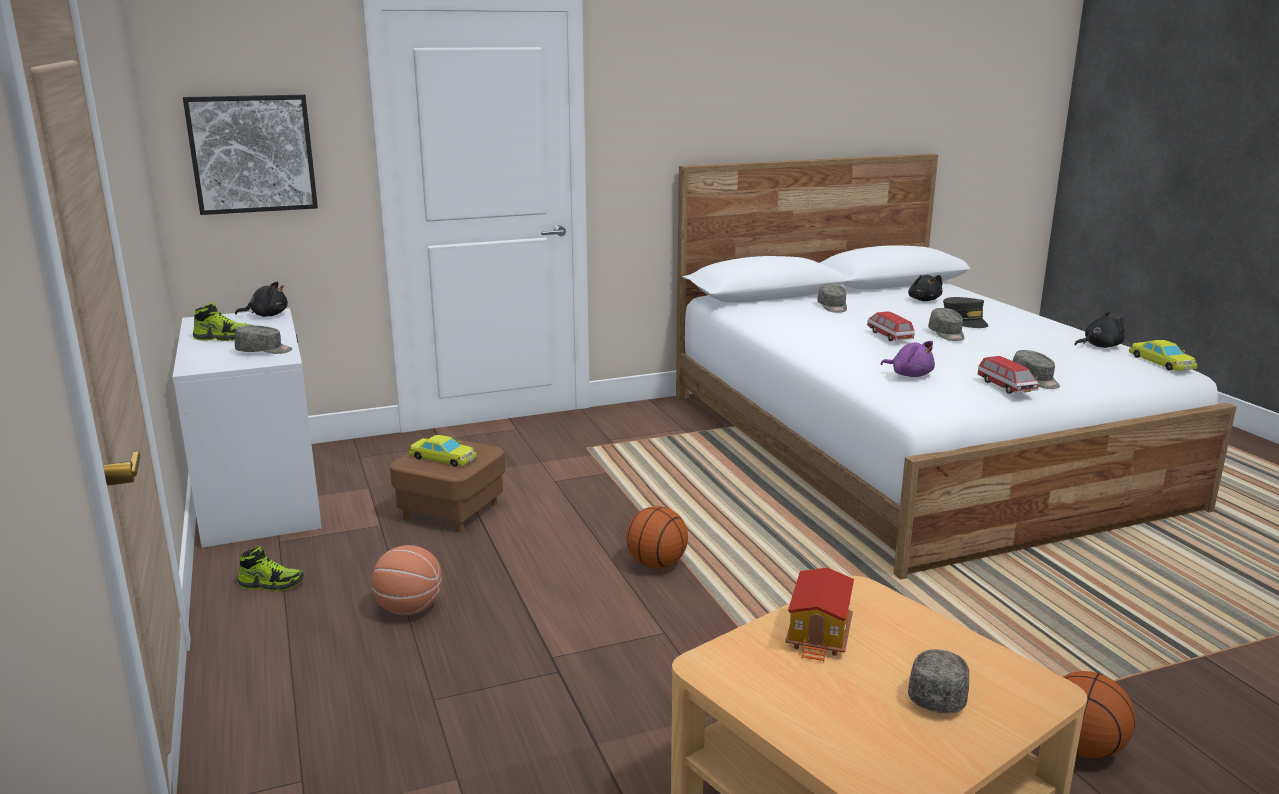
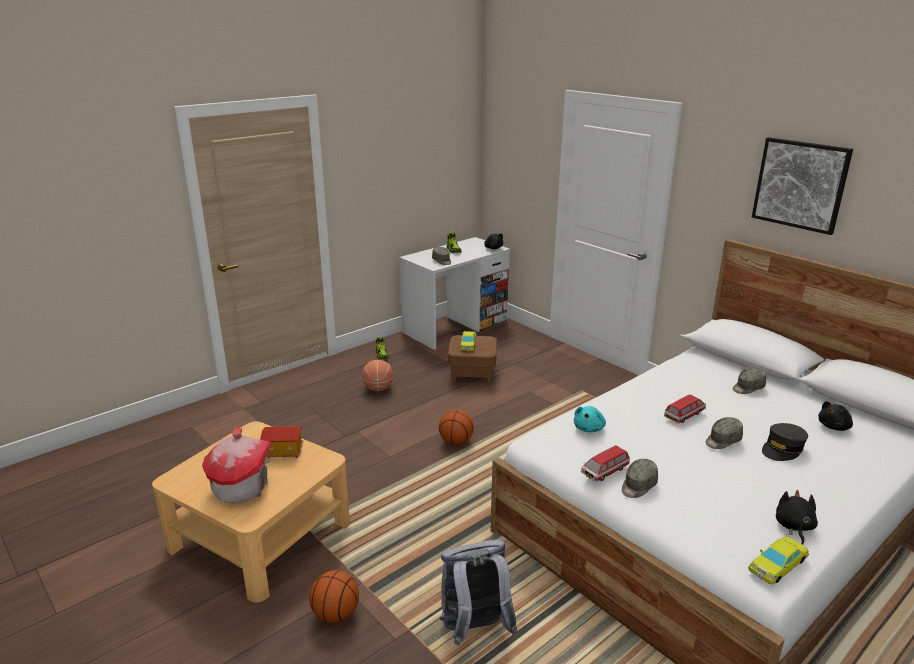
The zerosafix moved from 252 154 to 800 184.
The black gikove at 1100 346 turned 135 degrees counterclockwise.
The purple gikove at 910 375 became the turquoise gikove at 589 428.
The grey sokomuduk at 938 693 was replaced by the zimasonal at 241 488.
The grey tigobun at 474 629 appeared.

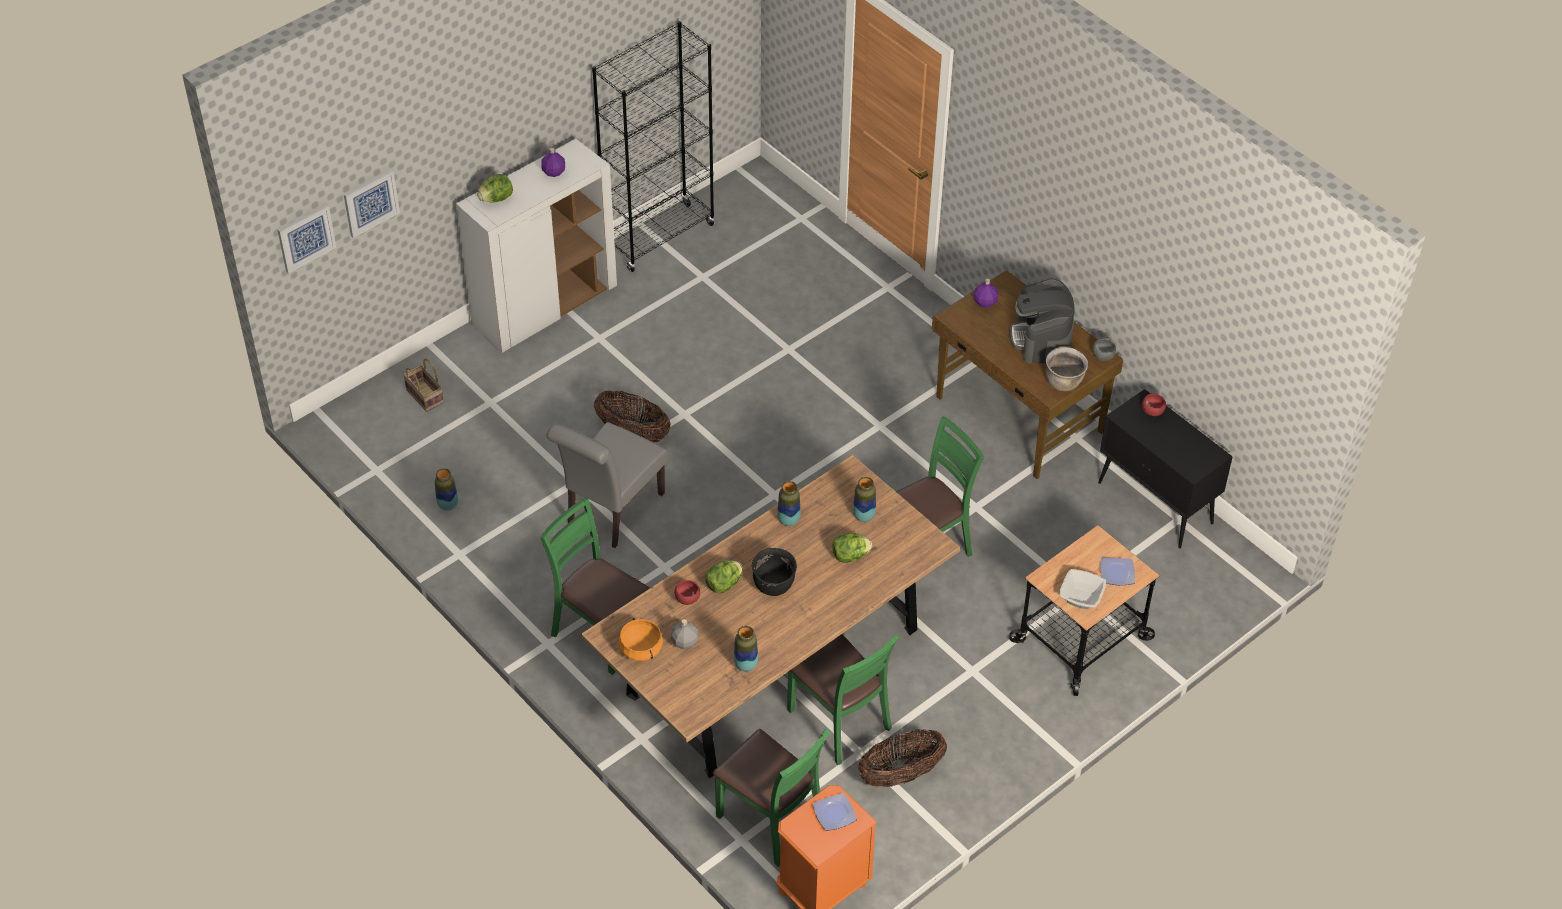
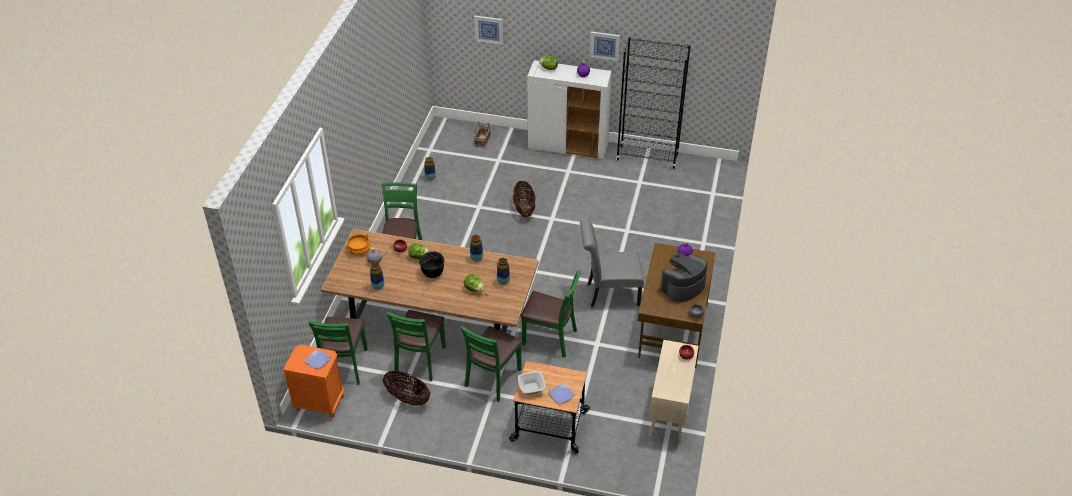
The zerosafix moved from 306 237 to 605 45.
The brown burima at 1063 382 disappeared.
The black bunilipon at 1156 504 became the beige bunilipon at 670 412.
The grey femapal moved from 611 513 to 609 294.
The green femapal at 493 378 appeared.

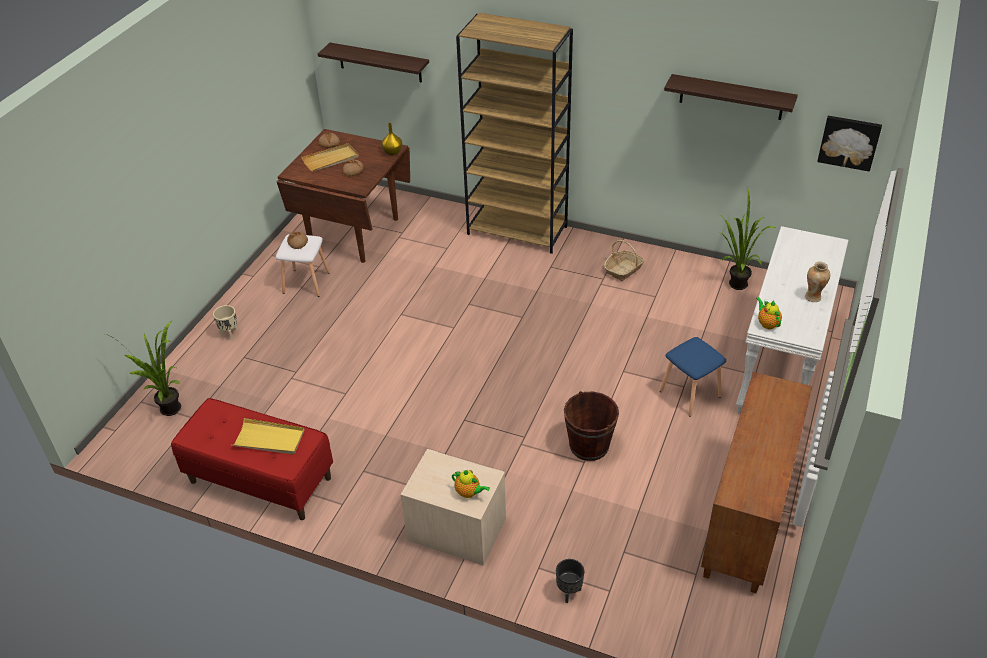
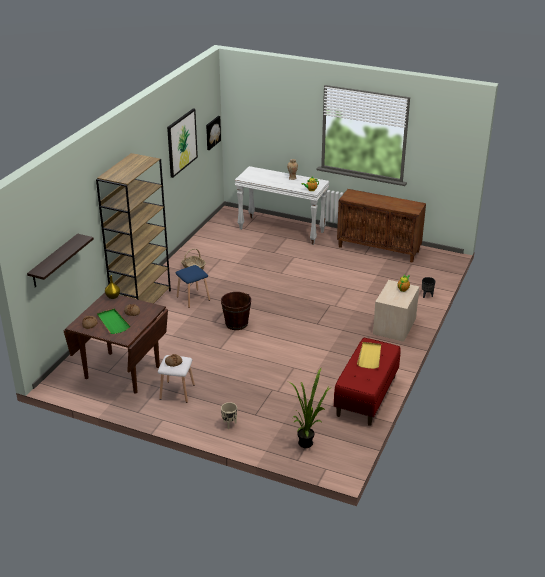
The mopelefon at 731 97 was replaced by the zerosafix at 181 142.
The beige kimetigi at 331 159 became the green kimetigi at 113 322.
The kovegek at 734 286 disappeared.
The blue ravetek moved from 689 393 to 193 298.
The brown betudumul moved from 589 446 to 236 324.

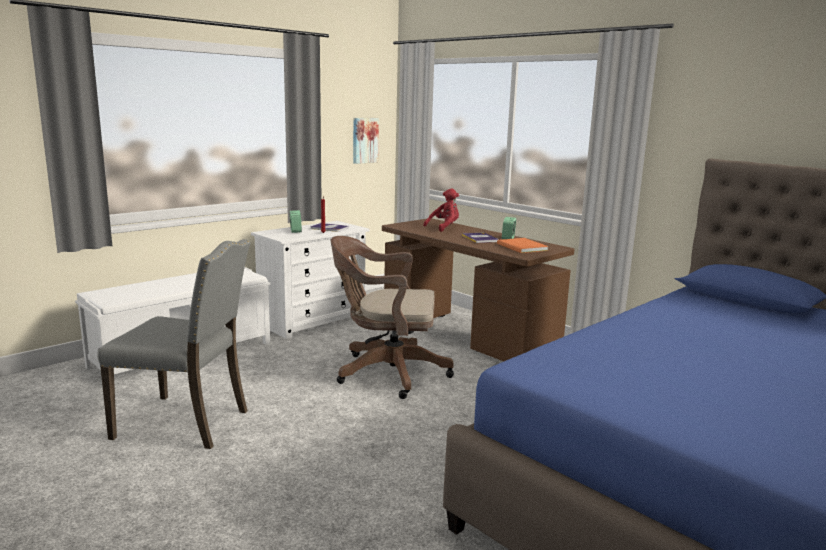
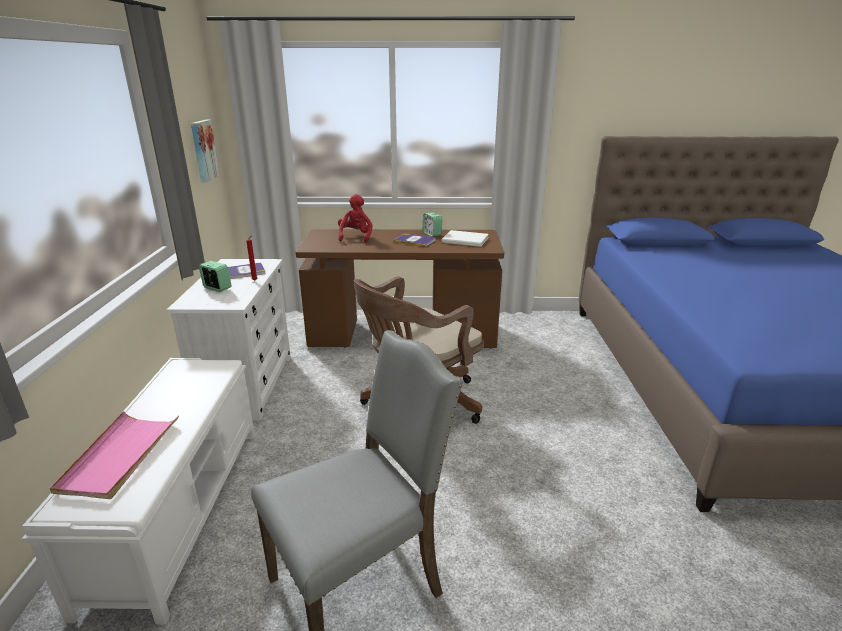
The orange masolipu at 521 247 became the white masolipu at 466 240.
The pink kimetigi at 120 456 appeared.

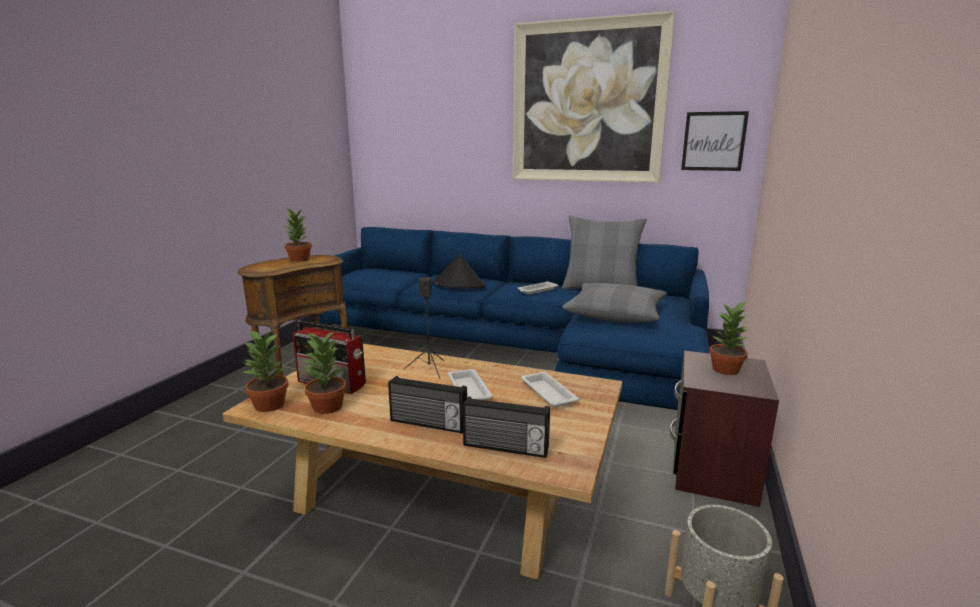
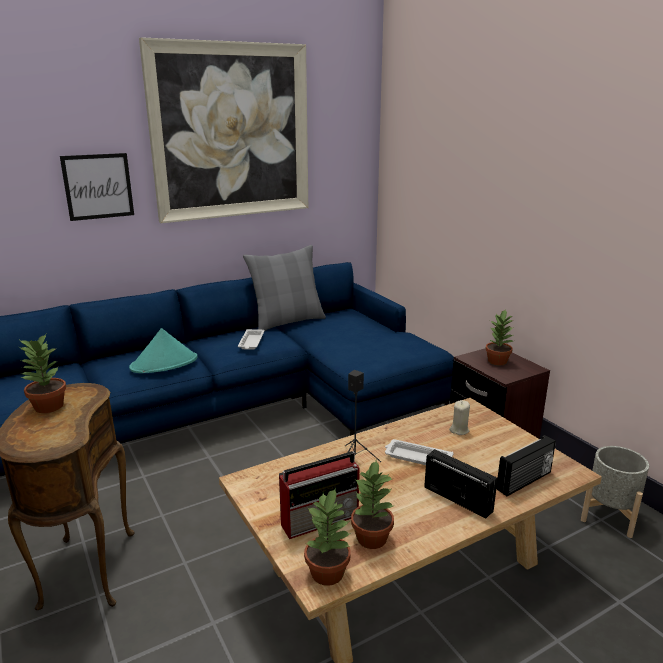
The zerosafix moved from 713 141 to 98 186.
The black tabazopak at 459 284 became the turquoise tabazopak at 164 363.
The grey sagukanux at 615 313 disappeared.
The white kimetigi at 547 393 was replaced by the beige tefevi at 459 430.
The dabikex at 428 424 turned 105 degrees counterclockwise.

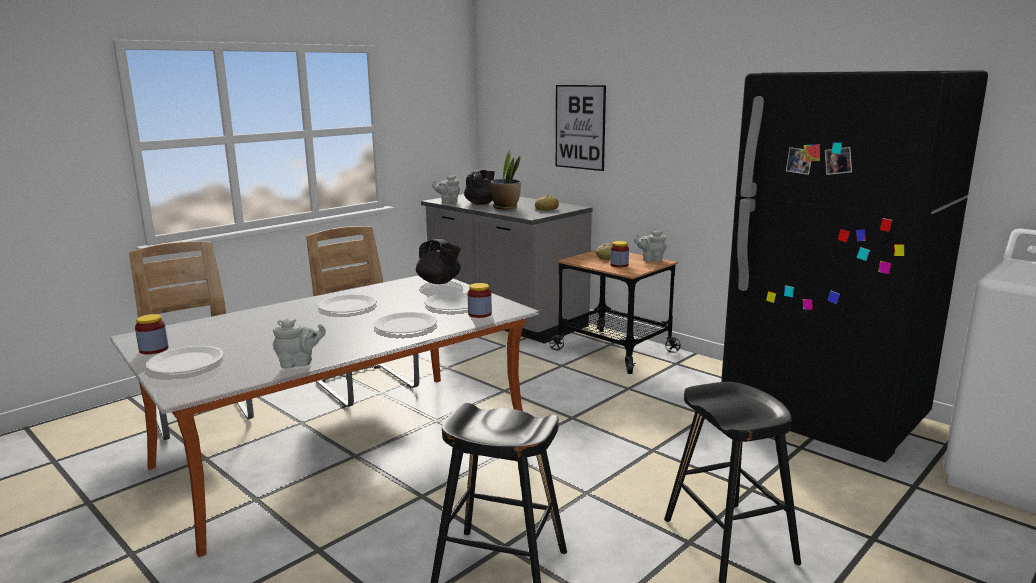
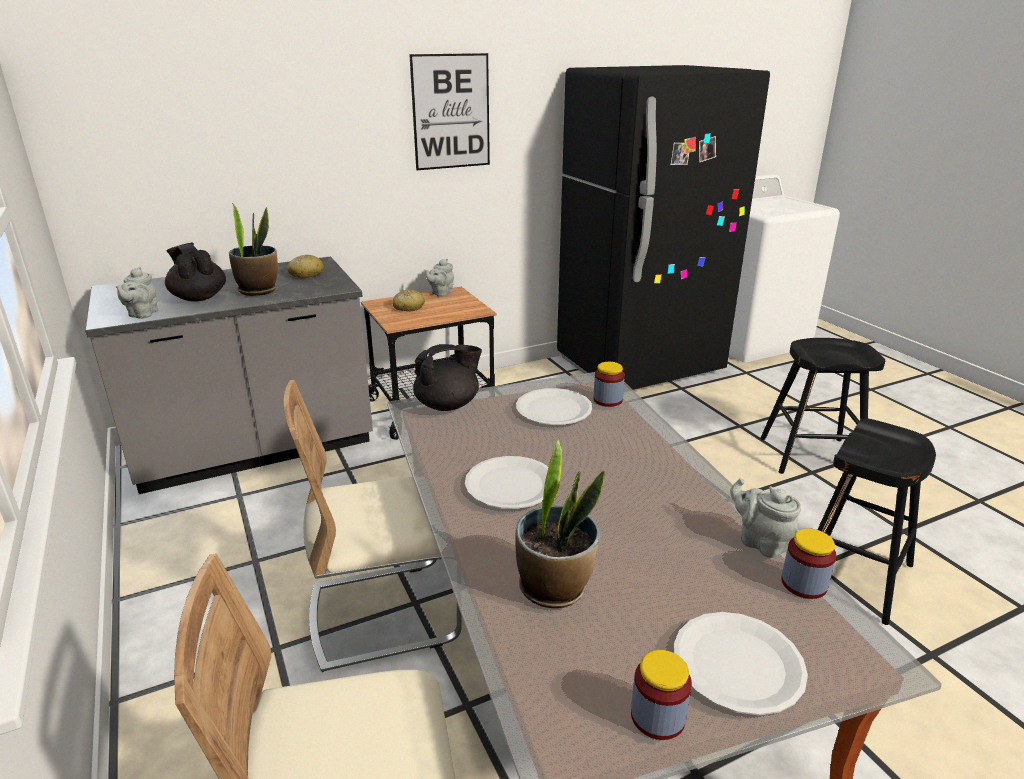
The zerosafix moved from 580 127 to 451 112.
The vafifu moved from 619 265 to 804 584.
The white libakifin at 405 325 disappeared.
The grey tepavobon at 299 363 turned 45 degrees counterclockwise.
The kovegek at 554 587 appeared.

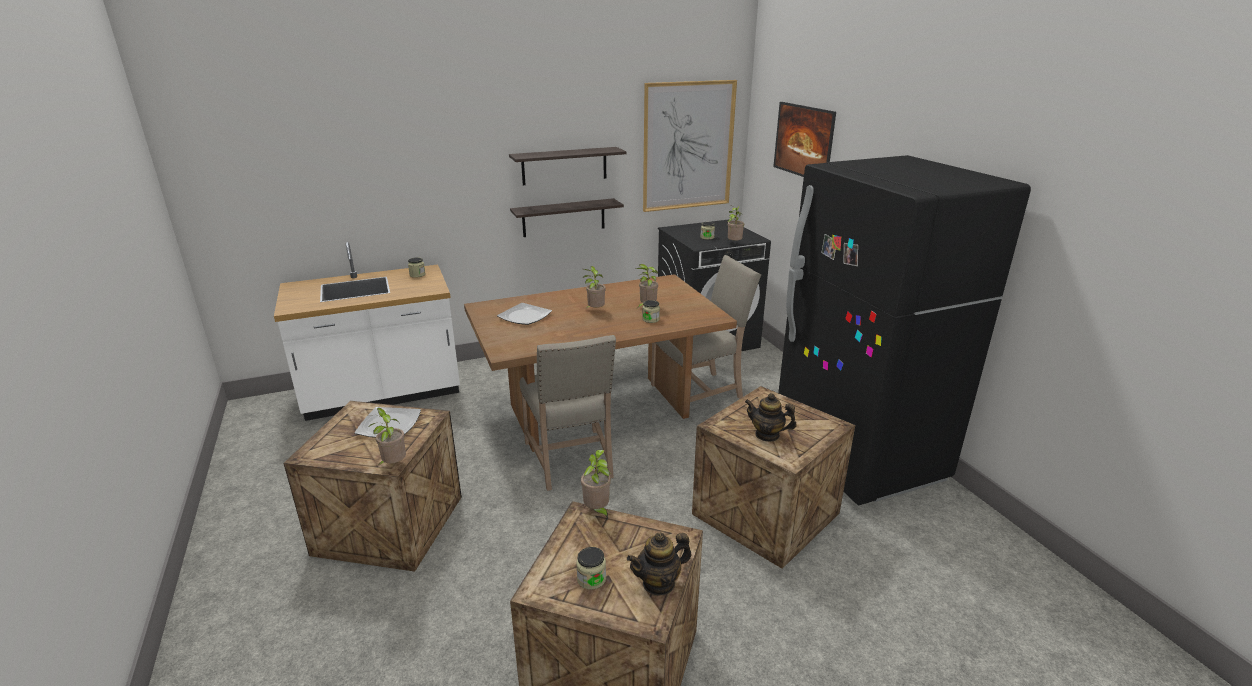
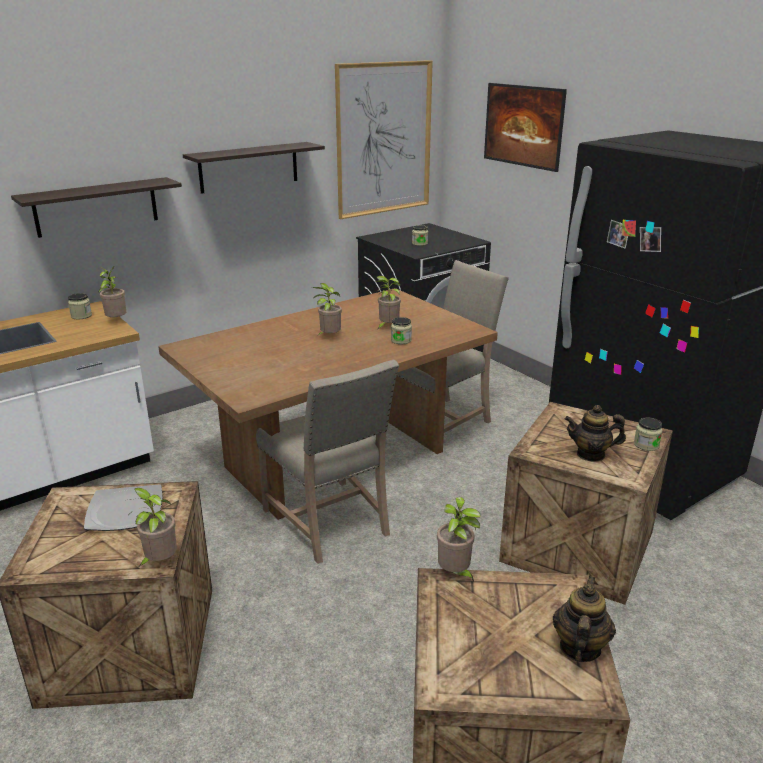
The mopelefon moved from 564 217 to 96 207.
The kovegek moved from 733 243 to 116 321.
The libakifin at 525 316 disappeared.
The tepavobon at 659 583 turned 150 degrees clockwise.
The vafifu moved from 591 579 to 646 445.

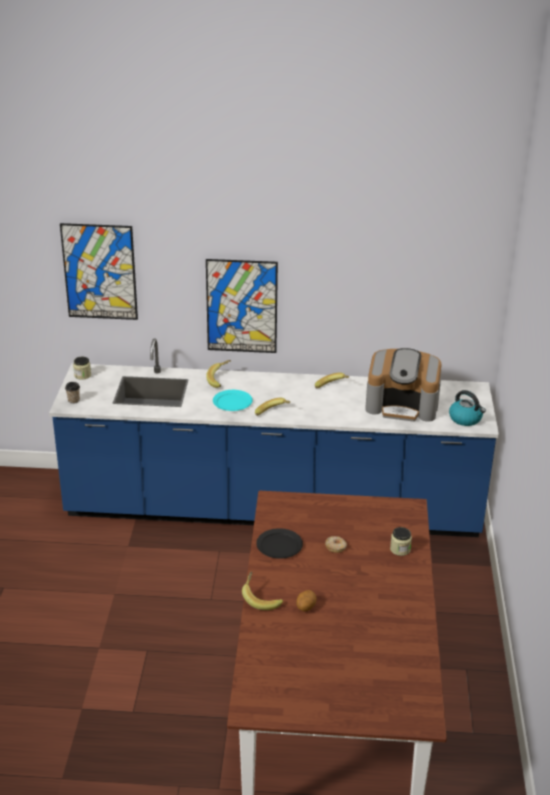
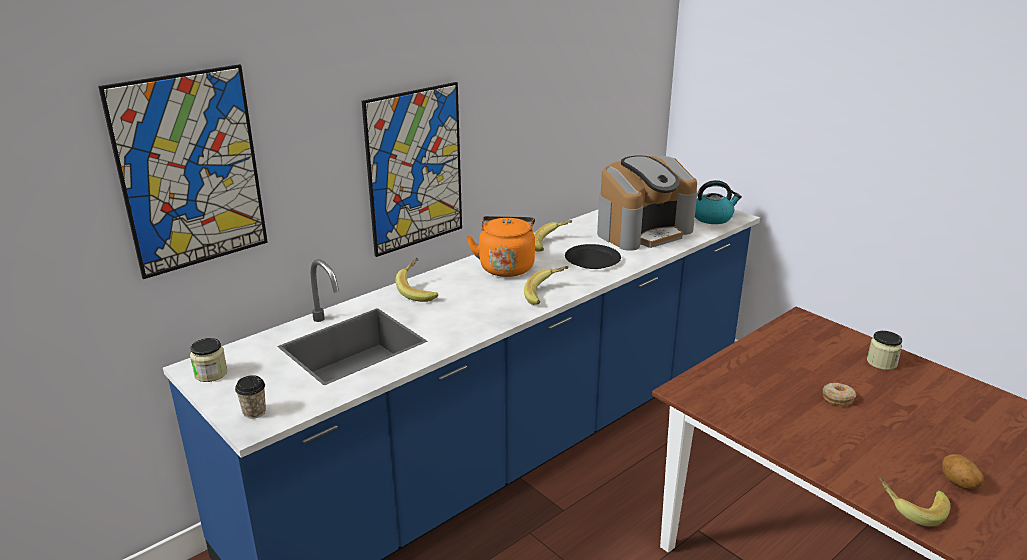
The turquoise libakifin at 232 402 disappeared.
The black libakifin moved from 279 546 to 592 259.
The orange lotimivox at 506 266 appeared.

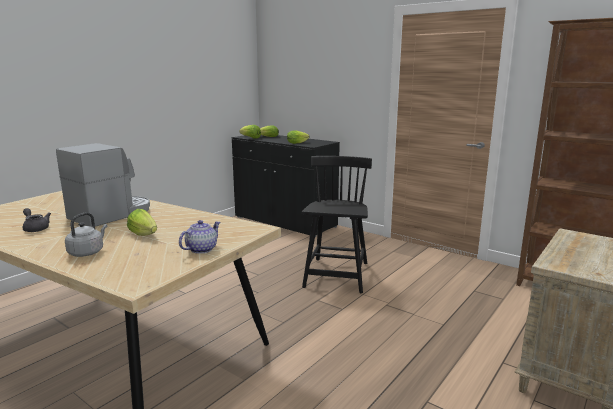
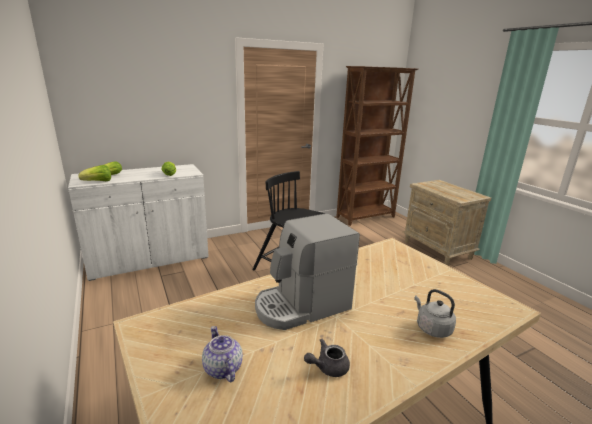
The black bunilipon at 284 222 became the white bunilipon at 149 259.
The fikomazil at 111 214 turned 90 degrees counterclockwise.
The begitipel at 144 234 disappeared.
The tepavobon moved from 201 249 to 222 368.

